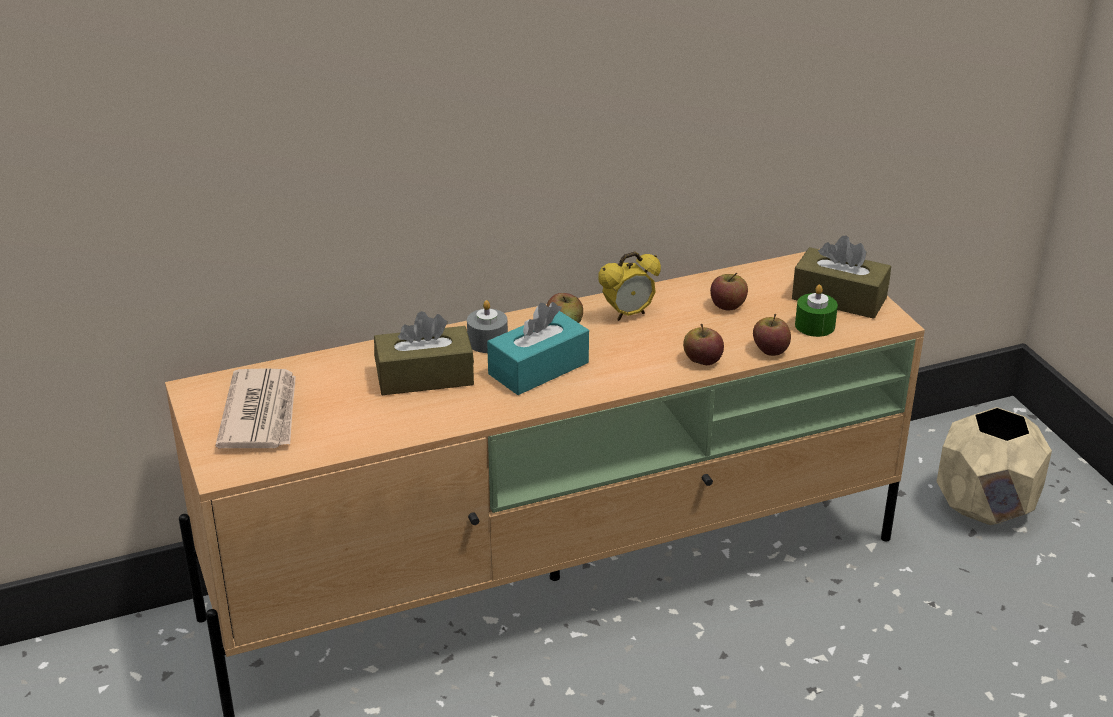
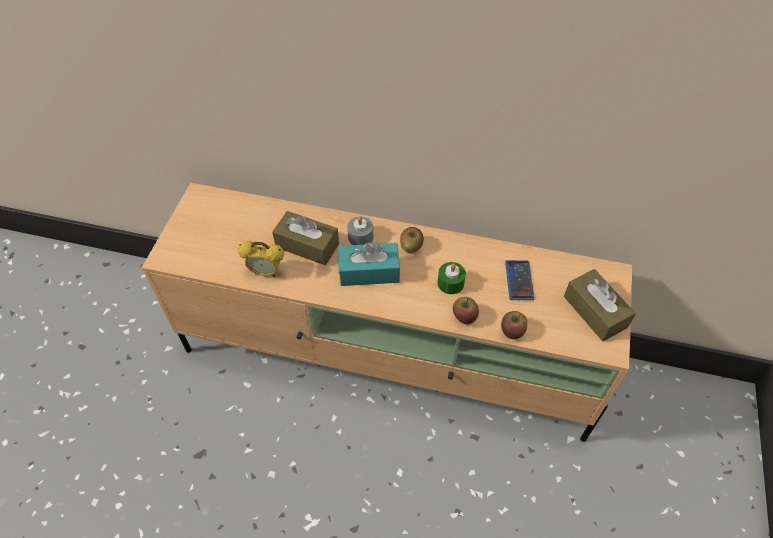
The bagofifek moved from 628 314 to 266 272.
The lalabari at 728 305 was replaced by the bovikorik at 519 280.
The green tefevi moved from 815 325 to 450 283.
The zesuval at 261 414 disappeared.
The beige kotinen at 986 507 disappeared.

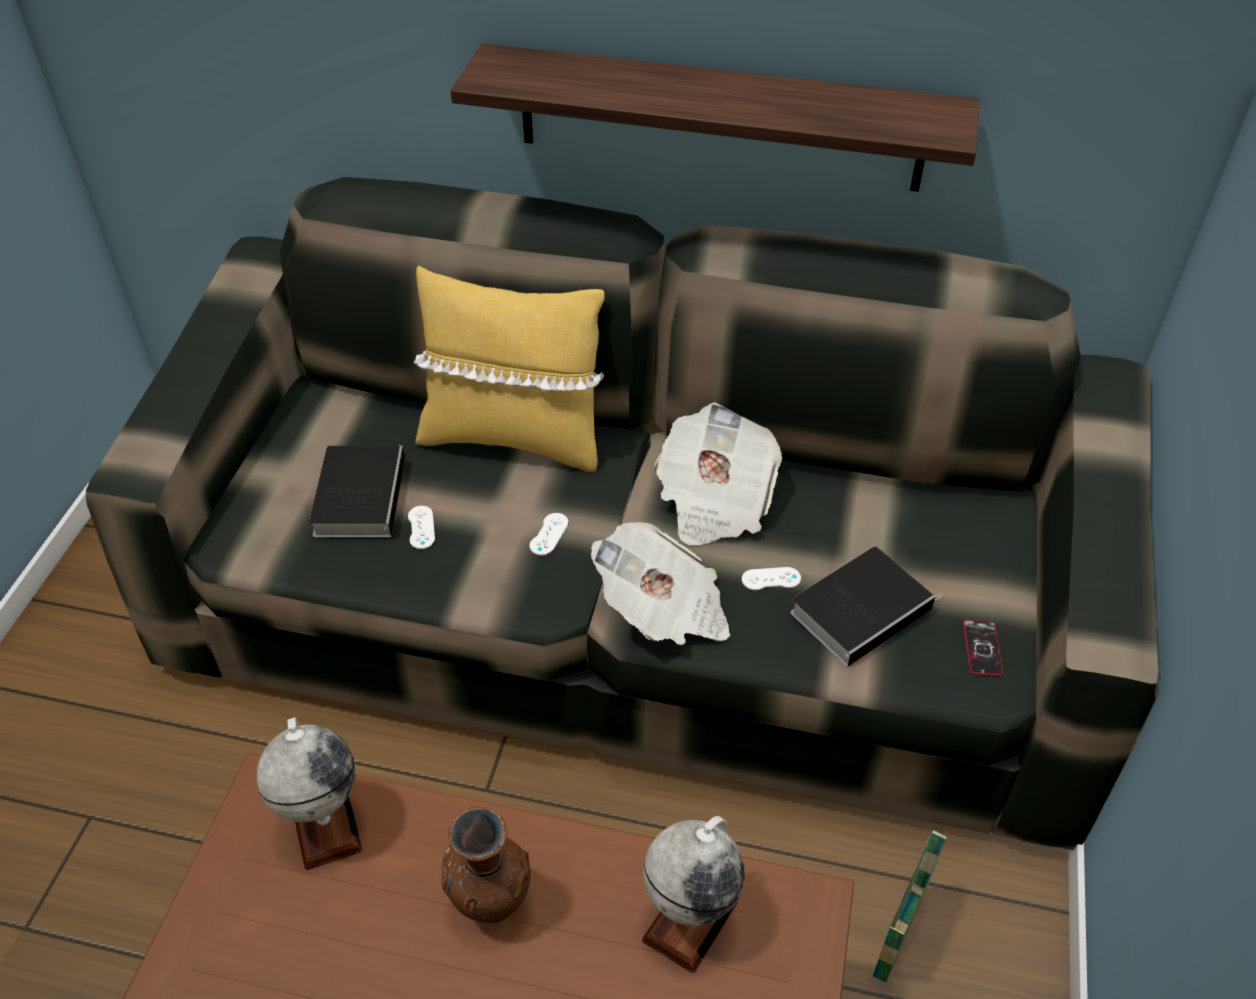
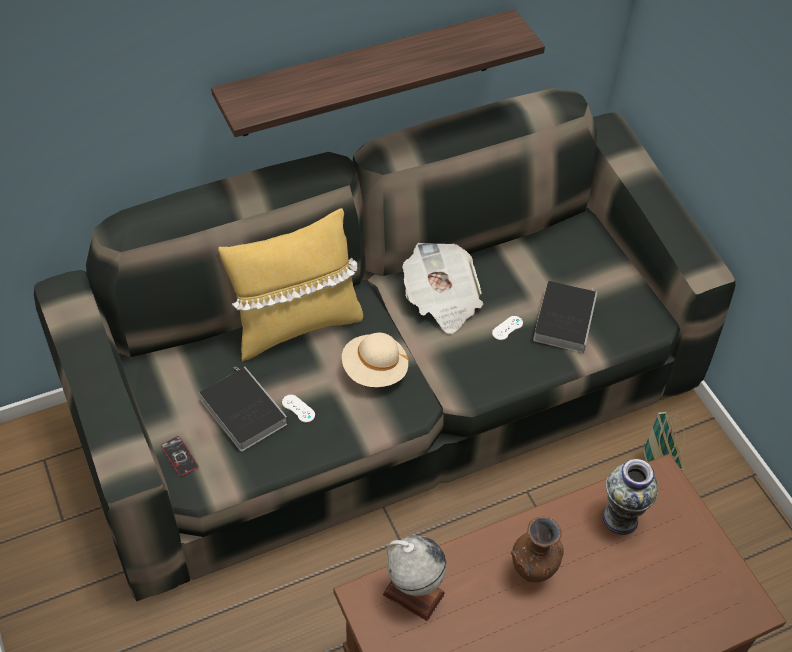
The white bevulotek at 549 534 was replaced by the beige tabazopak at 374 370.
The zesuval at 663 610 disappeared.
The bovikorik moved from 982 648 to 179 456.
The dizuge at 690 920 was replaced by the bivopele at 620 518.

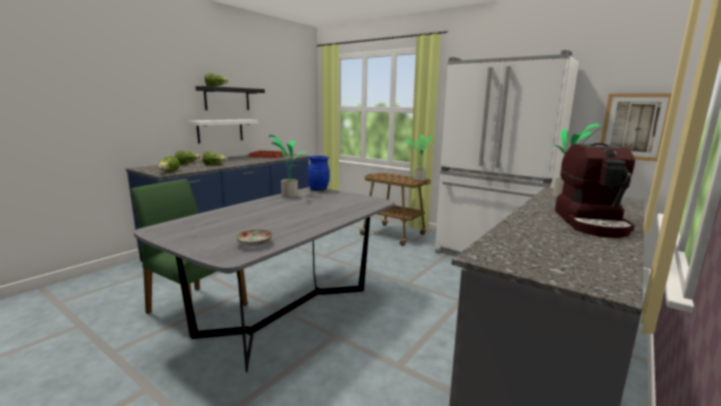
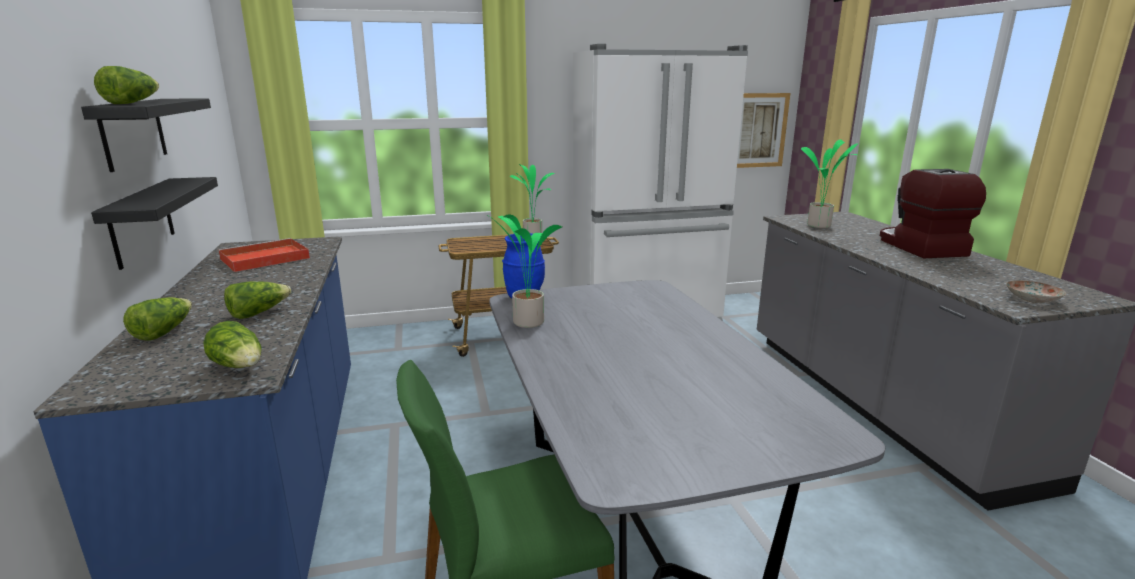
The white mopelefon at 220 130 became the black mopelefon at 141 221.
The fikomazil at 592 223 turned 150 degrees counterclockwise.
The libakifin moved from 254 244 to 1033 299.

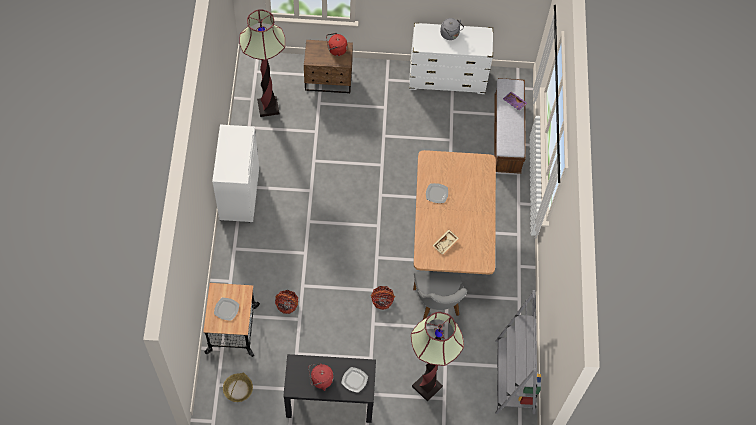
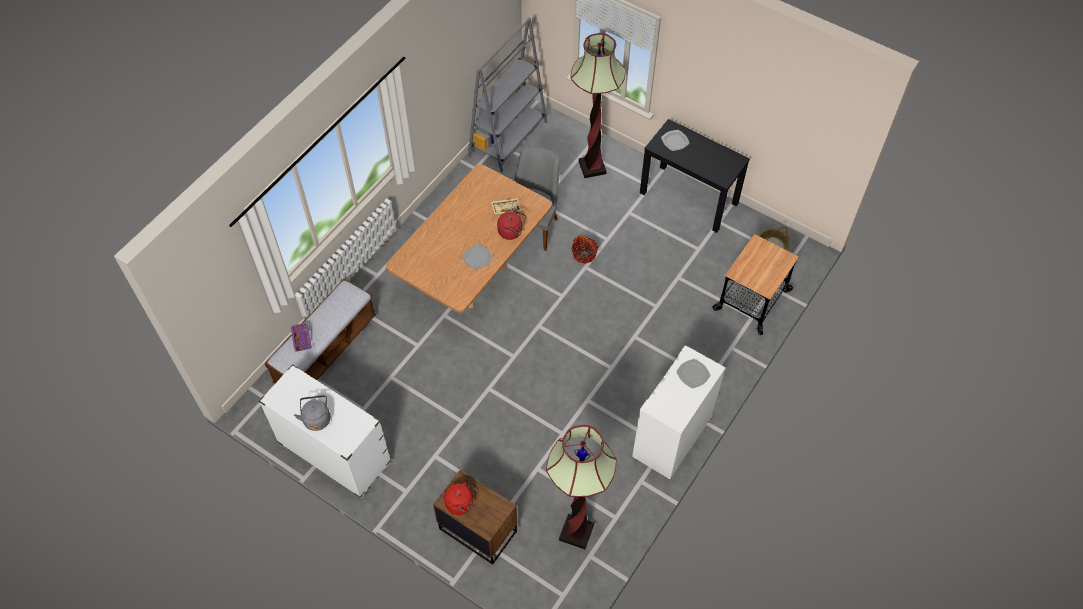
The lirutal at 287 304 disappeared.
The libakifin moved from 226 309 to 693 374.
The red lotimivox moved from 320 380 to 512 232.

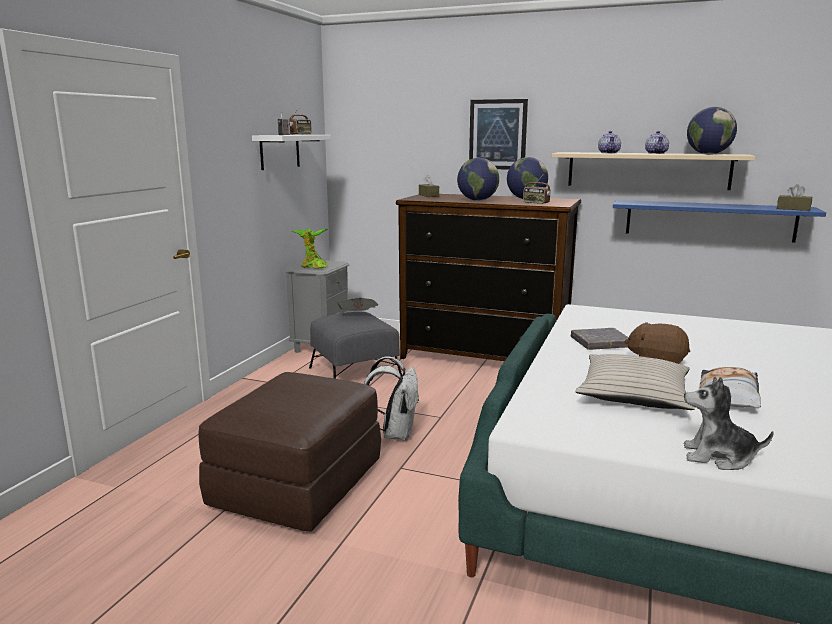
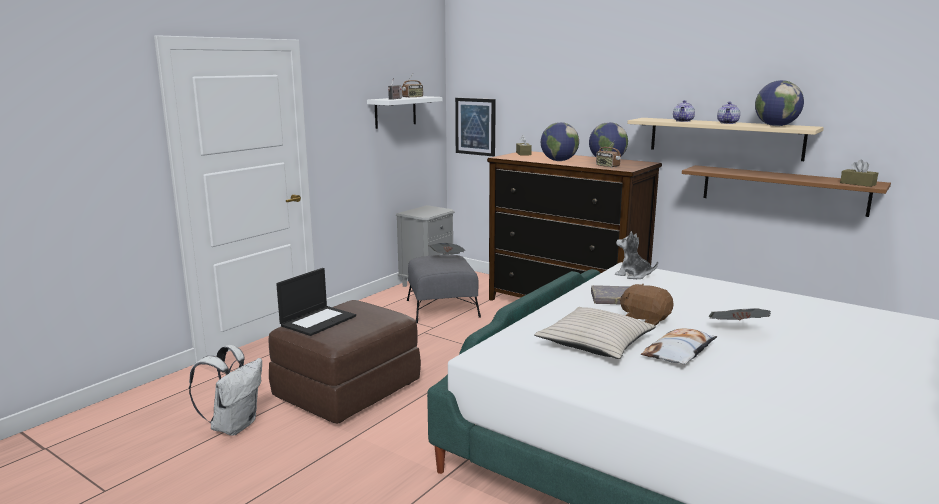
The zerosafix moved from 498 134 to 475 126.
The blue mopelefon at 709 220 became the brown mopelefon at 783 190.
The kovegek at 312 267 disappeared.
The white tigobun moved from 395 434 to 234 426.
The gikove moved from 718 457 to 633 275.
The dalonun at 318 320 appeared.
The zesuval at 737 330 appeared.

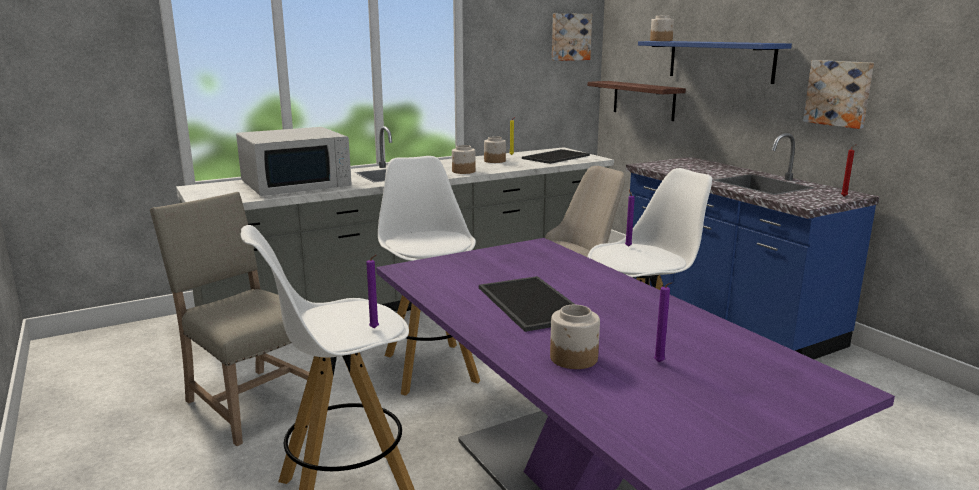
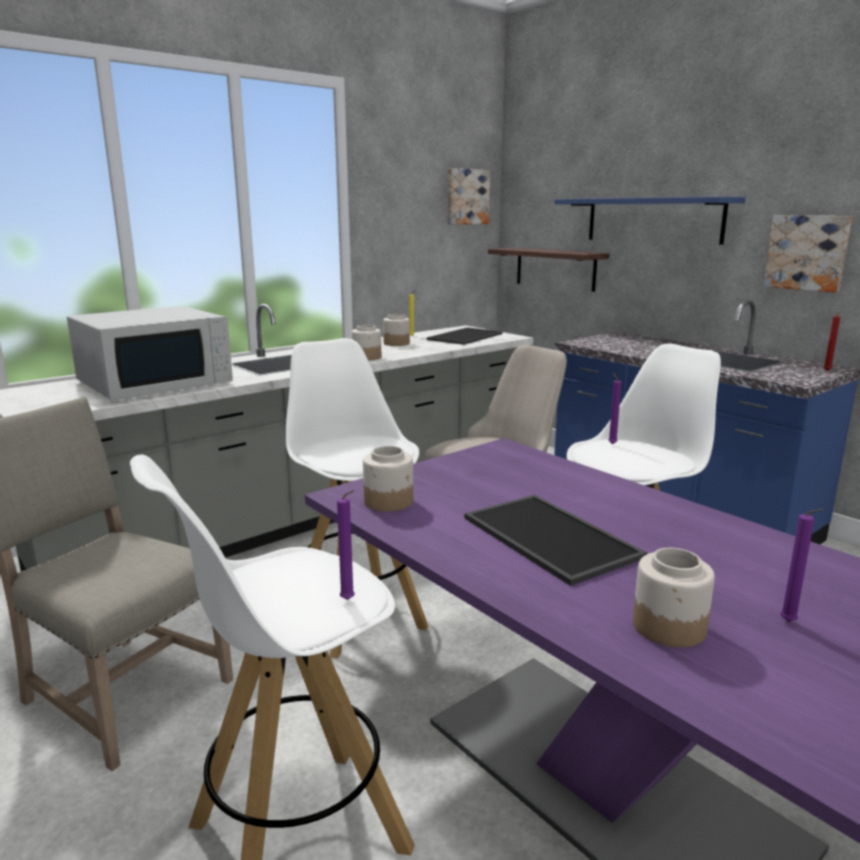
The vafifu moved from 661 41 to 389 501.

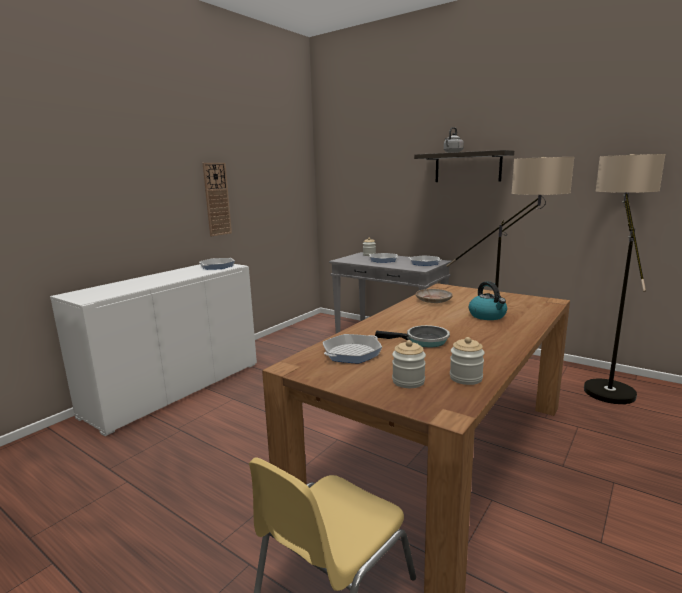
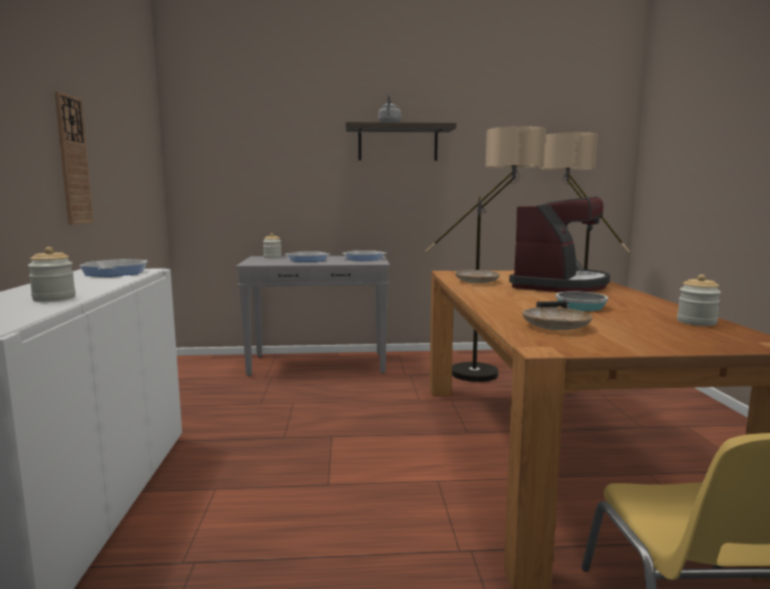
The lotimivox at 487 316 was replaced by the fikomazil at 559 285.
The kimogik at 352 353 was replaced by the beige libakifin at 555 326.
The vafifu moved from 408 381 to 54 298.

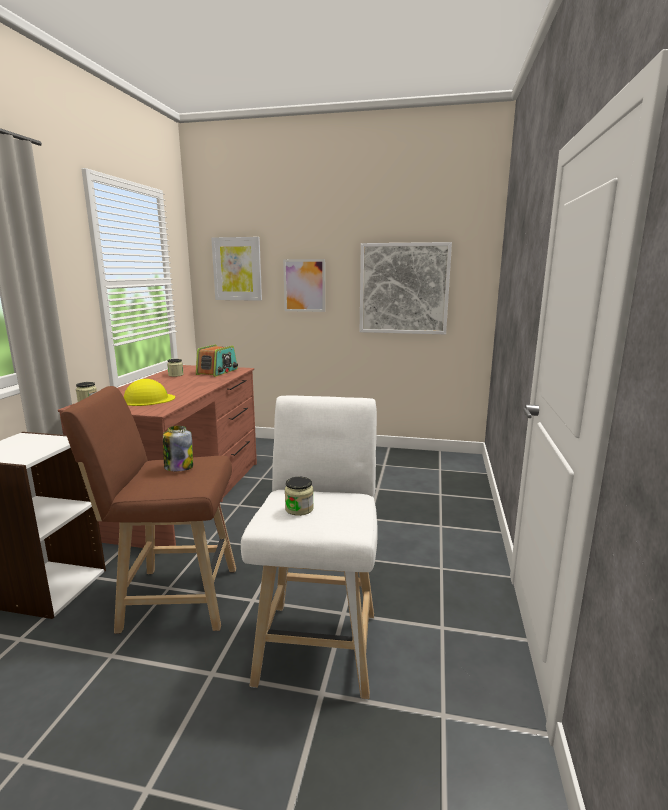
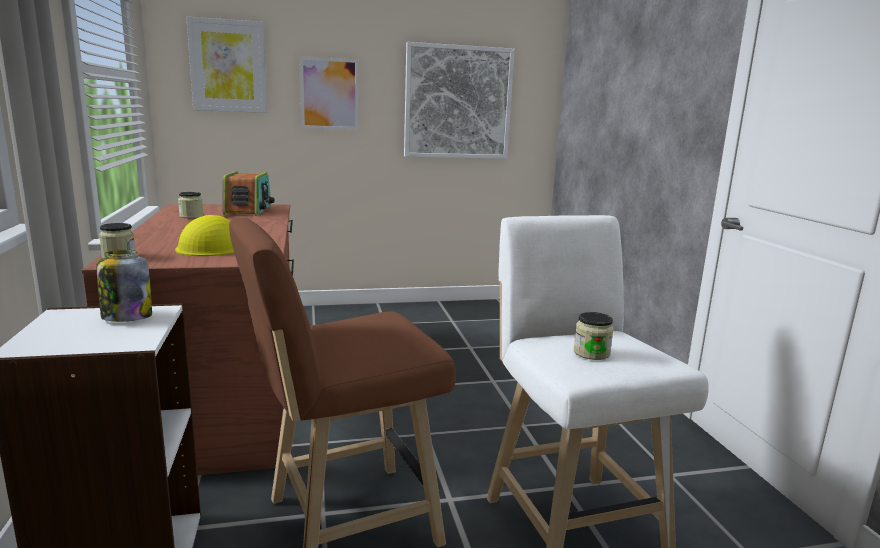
The vafifu moved from 178 467 to 126 317.

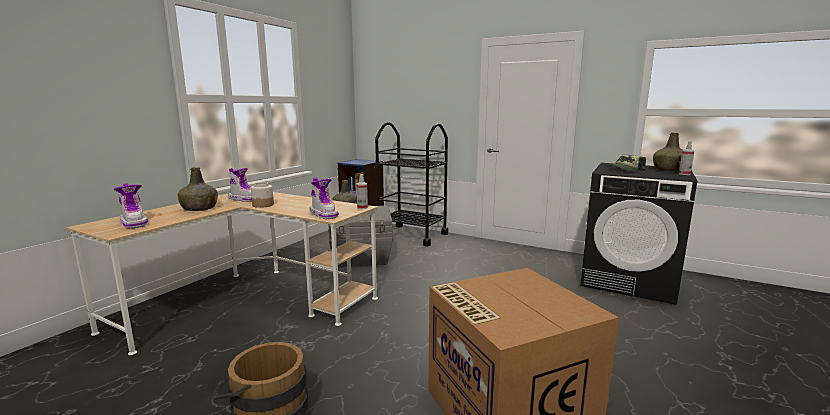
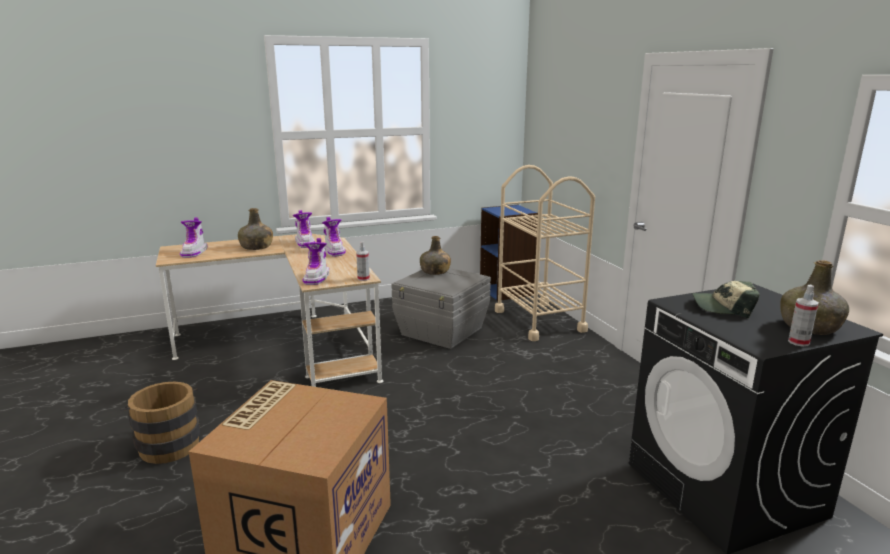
The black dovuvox at 412 235 became the beige dovuvox at 539 320.
The vafifu at 263 205 disappeared.
The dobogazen at 334 251 appeared.

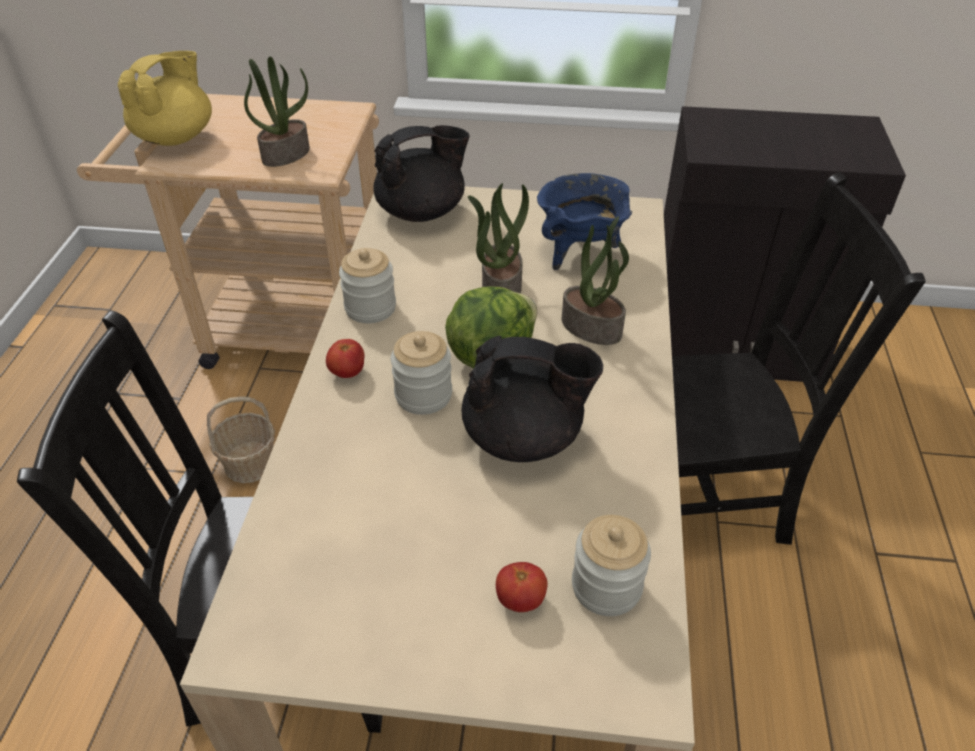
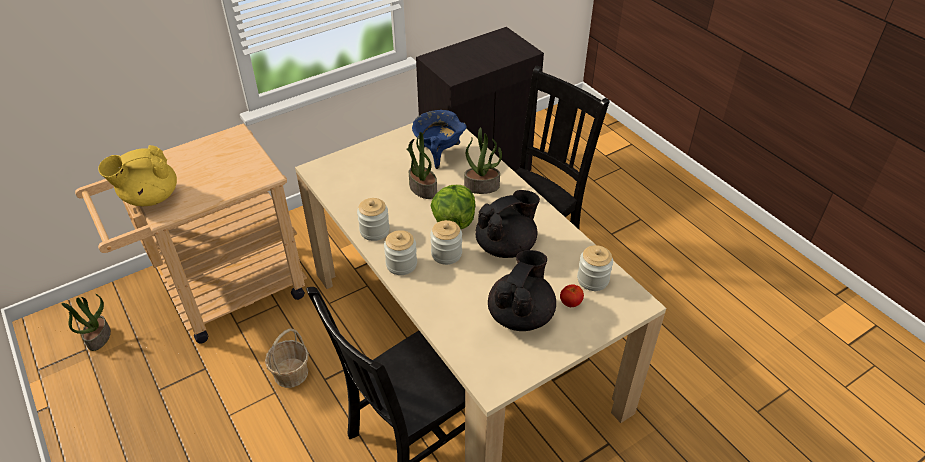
The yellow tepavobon at 176 137 turned 105 degrees counterclockwise.
The kovegek moved from 286 154 to 98 337.
The black tepavobon moved from 422 211 to 521 314.
The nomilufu at 347 372 was replaced by the vafifu at 401 264.

